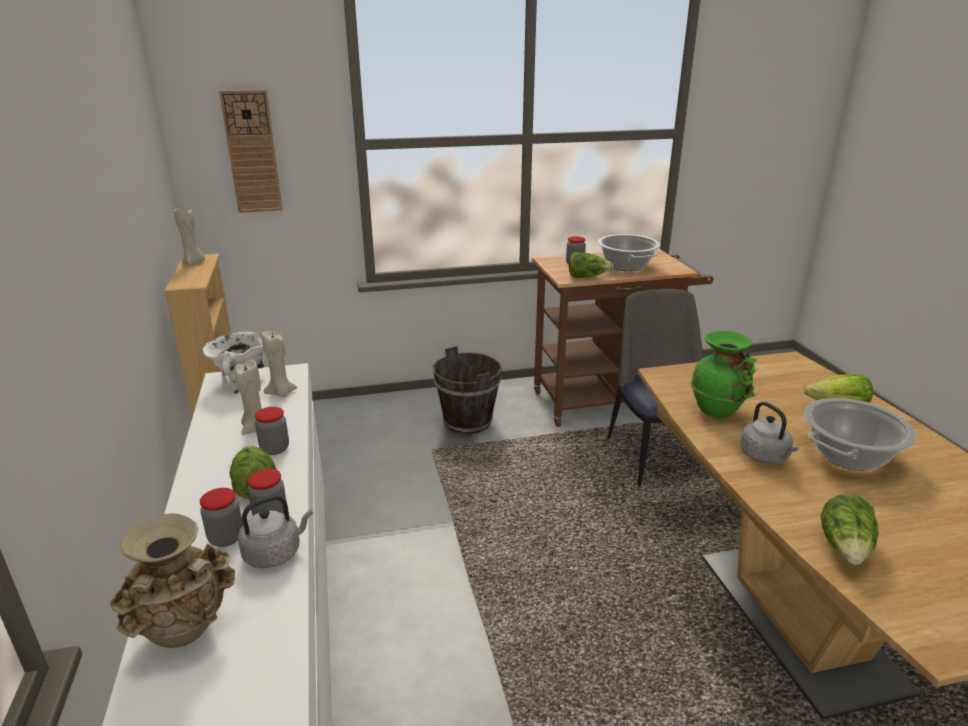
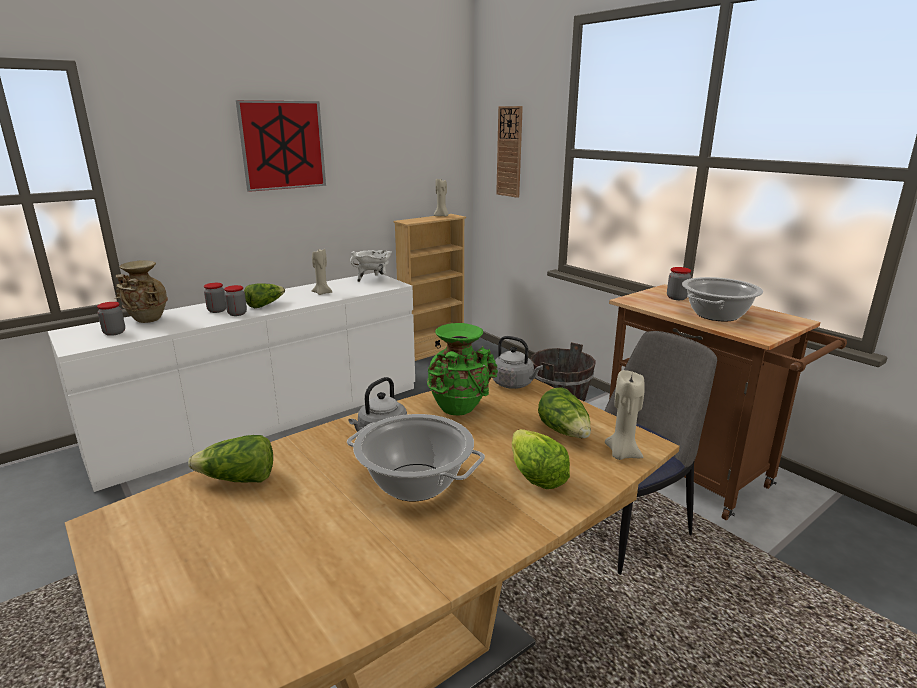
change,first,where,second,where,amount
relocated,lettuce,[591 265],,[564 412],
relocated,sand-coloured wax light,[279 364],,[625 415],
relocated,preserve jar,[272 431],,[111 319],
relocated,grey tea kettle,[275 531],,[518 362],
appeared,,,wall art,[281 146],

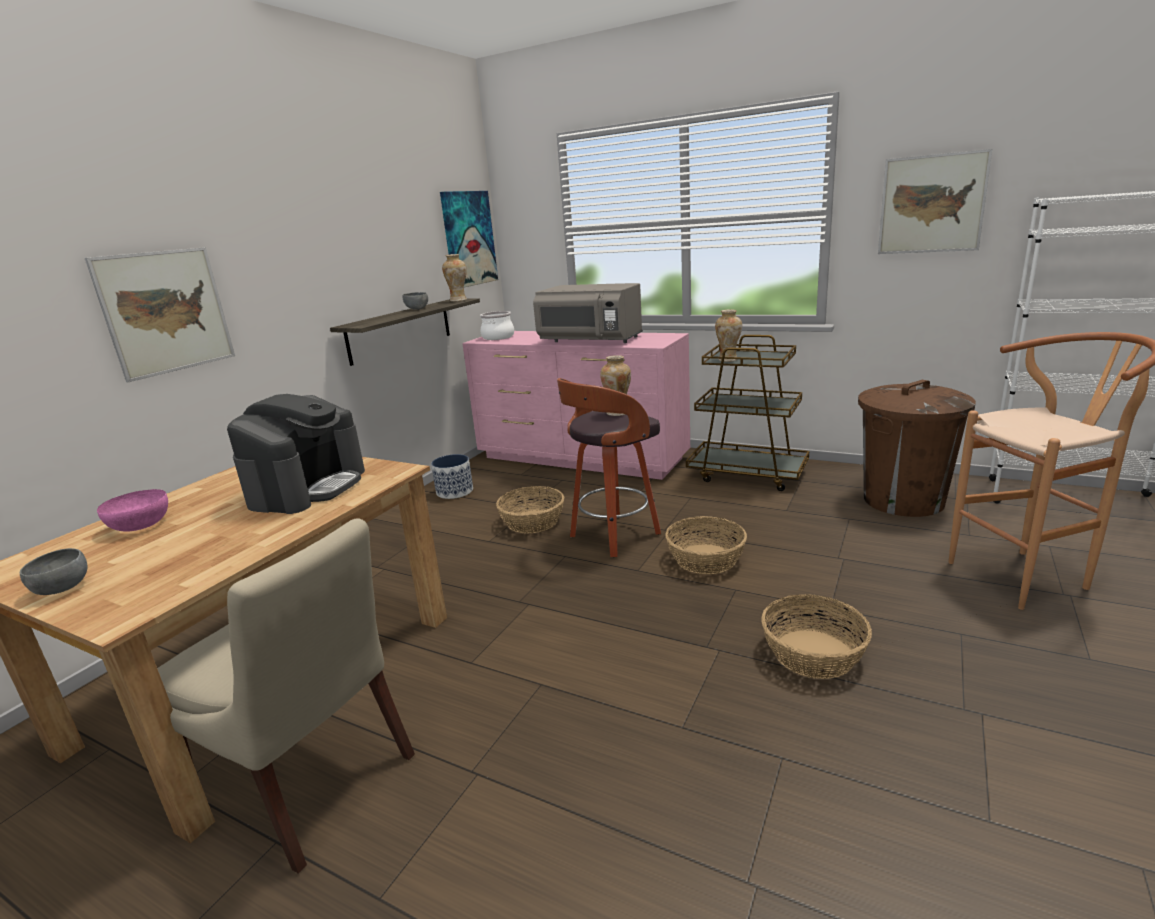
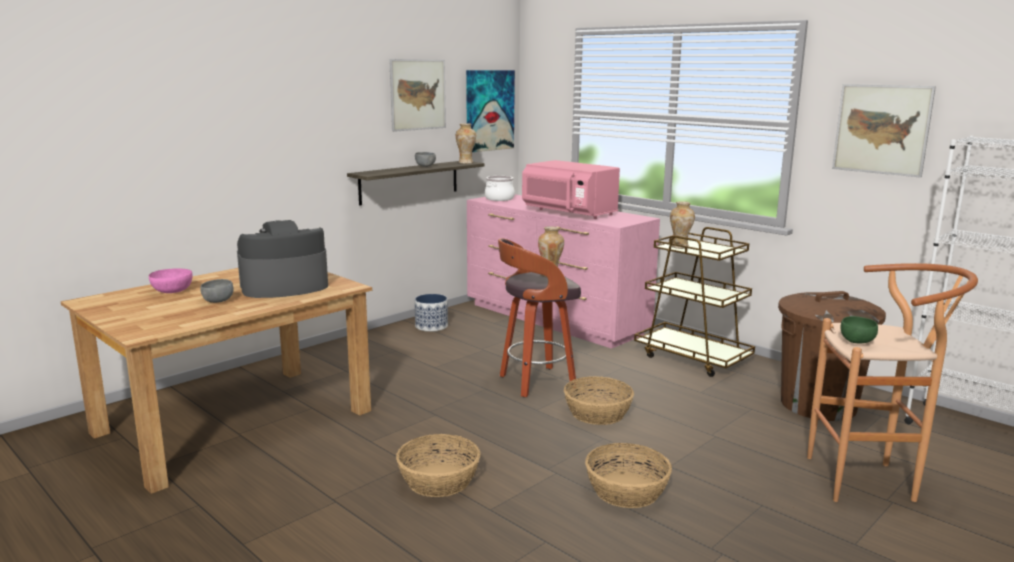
change,first,where,second,where,amount
relocated,wall art,[160 314],,[417 95],
colour,grey kitchen microwave,[588 313],pinkish kitchen microwave,[571 189],
spun,coffee machine,[296 454],,[282 259],150 degrees counterclockwise
relocated,storage basket,[530 509],,[438 465],
missing,sand-coloured plain chair,[286 696],,,
relocated,grey deep dish,[53 571],,[216 291],
appeared,,,greenish deep dish,[859 329],

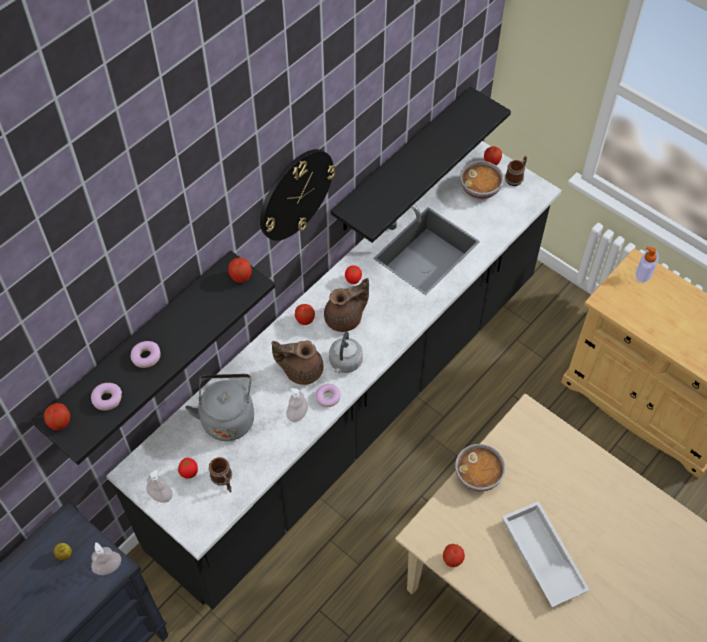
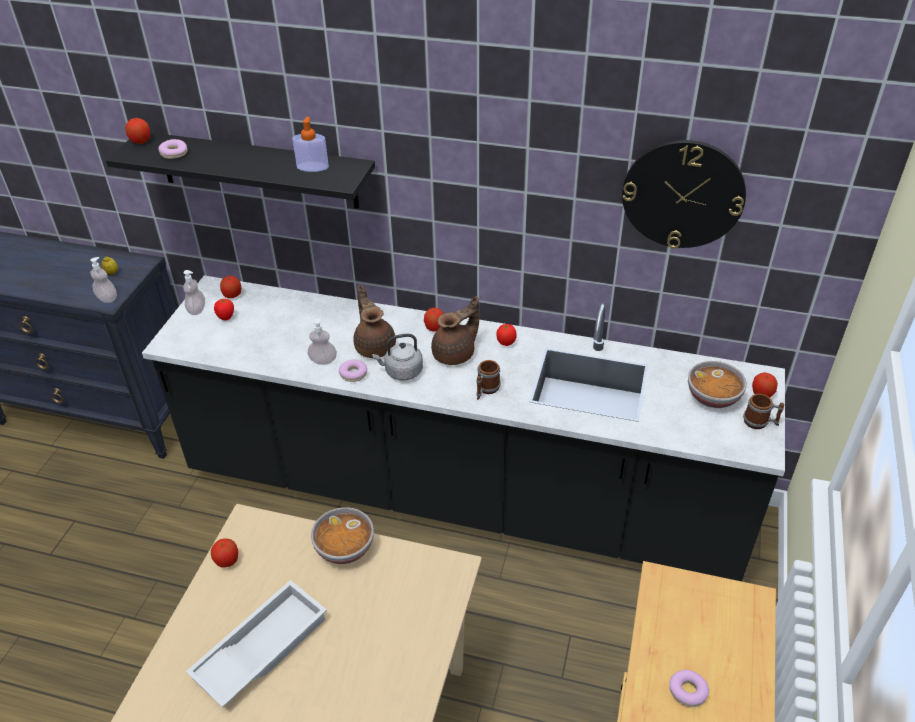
change,first,where,second,where,amount
missing,blackish bracket shelf,[421 165],,,
relocated,hanging clock,[298 195],,[684 194],
relocated,liquid soap bottle,[647 264],,[310 144],
relocated,apple fruit,[240 270],,[230 287],
spun,brown teapot,[346 305],,[455 330],75 degrees counterclockwise
relocated,donut,[146 354],,[689 688],
missing,grey tea kettle,[220 407],,,
relocated,tea mug,[220 474],,[488 380],

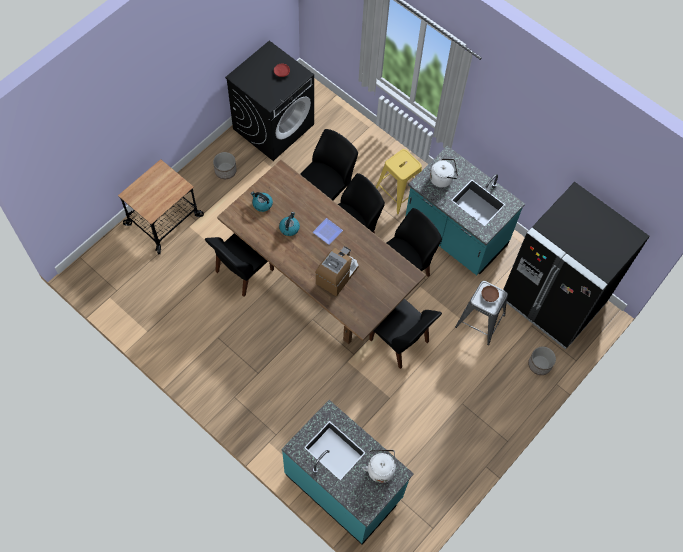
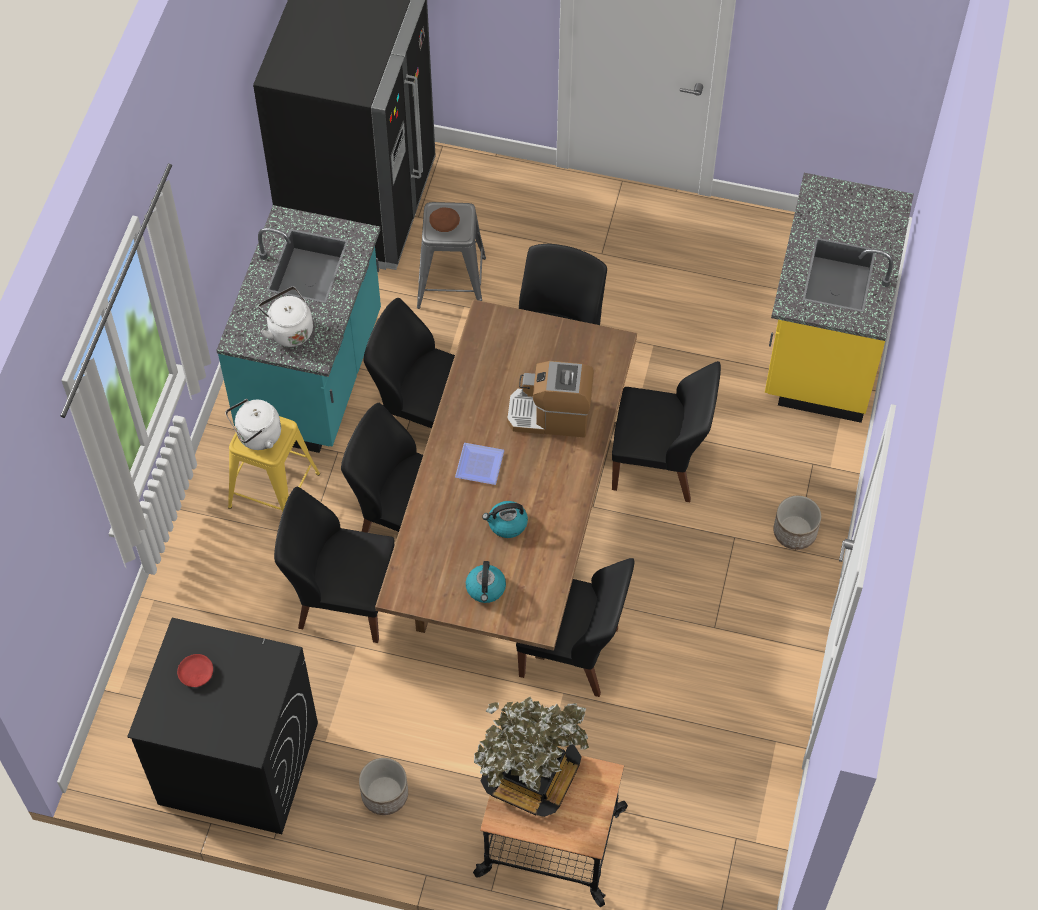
change,first,where,second,where,amount
relocated,plant pot,[542 361],,[797 523],
colour,turquoise-coloured counter,[347 472],yellow-coloured counter,[839 298],
relocated,white-coloured tea kettle,[379 466],,[253 424],
appeared,,,blackish plain chair,[666 431],
appeared,,,plant in a pot,[531 757],

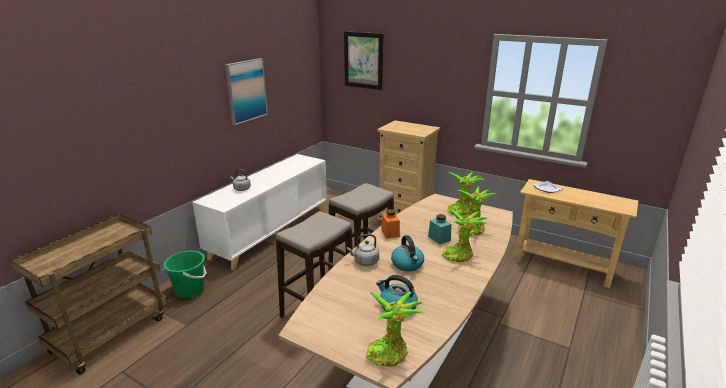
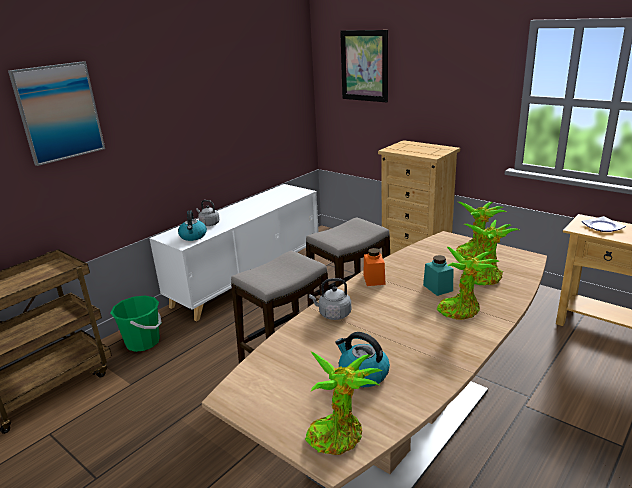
change,first,where,second,where,amount
relocated,wall art,[246 91],,[56 113],
relocated,tea kettle,[407 253],,[192 225],

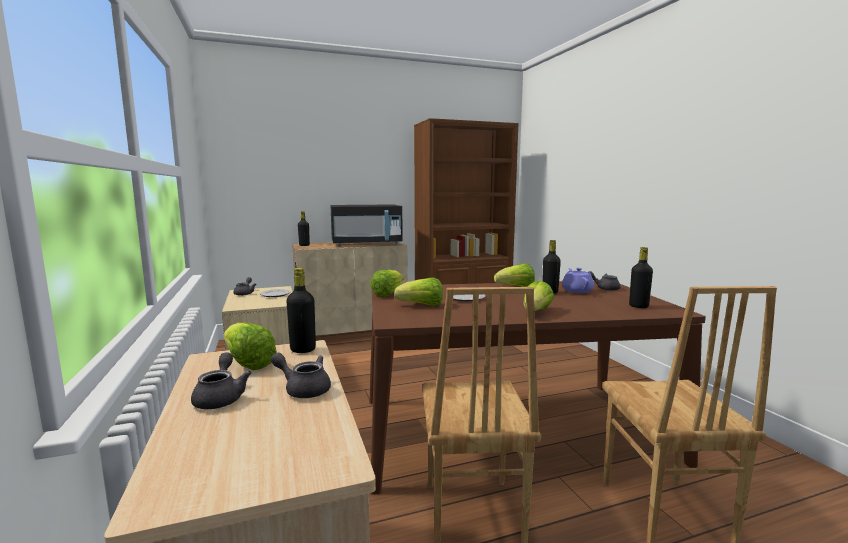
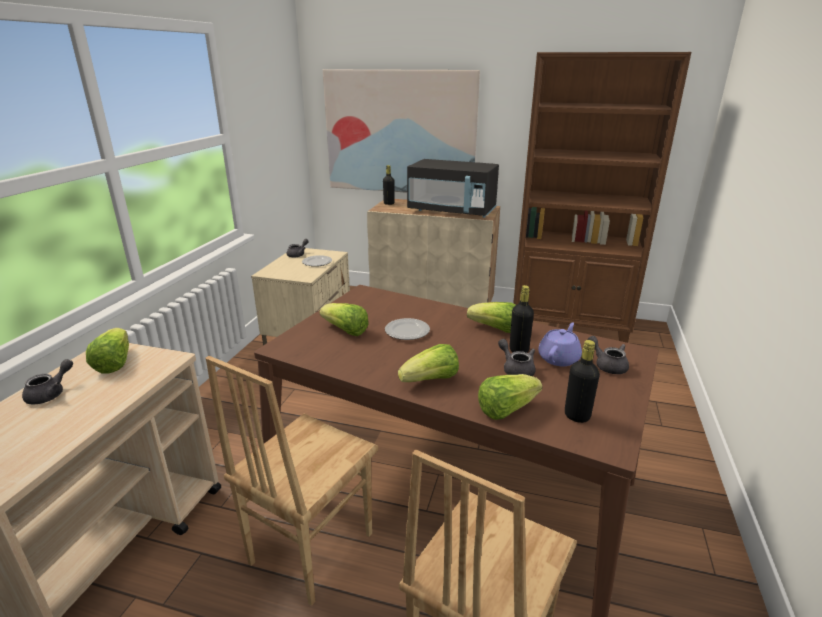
change,first,where,second,where,amount
missing,blackish drink bottle,[301 310],,,
relocated,lettuce,[387 283],,[510 397],
relocated,grey teapot,[301 375],,[517 357],
appeared,,,wall art,[401 131],

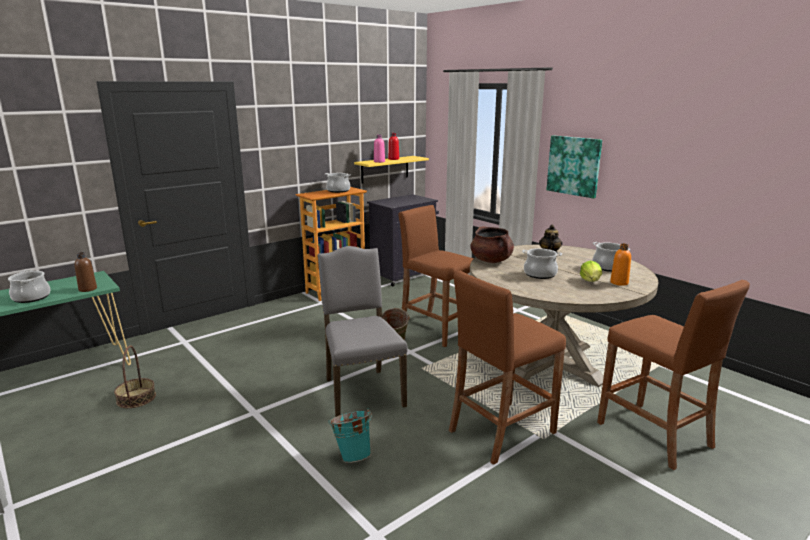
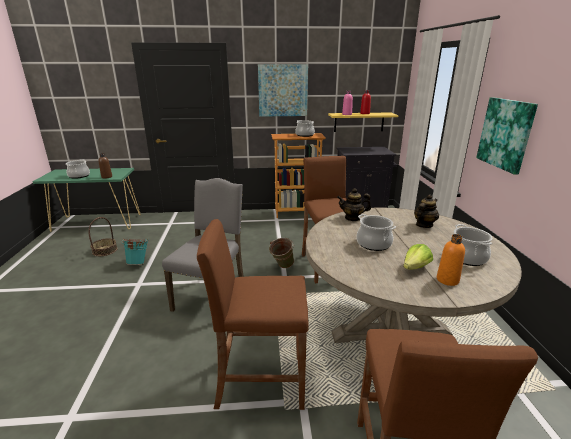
change,first,where,second,where,amount
exchanged,brown cooking pot,[492 245],teapot,[354 204],
relocated,turquoise-coloured water bucket,[350 436],,[135 251],
appeared,,,wall art,[283 90],

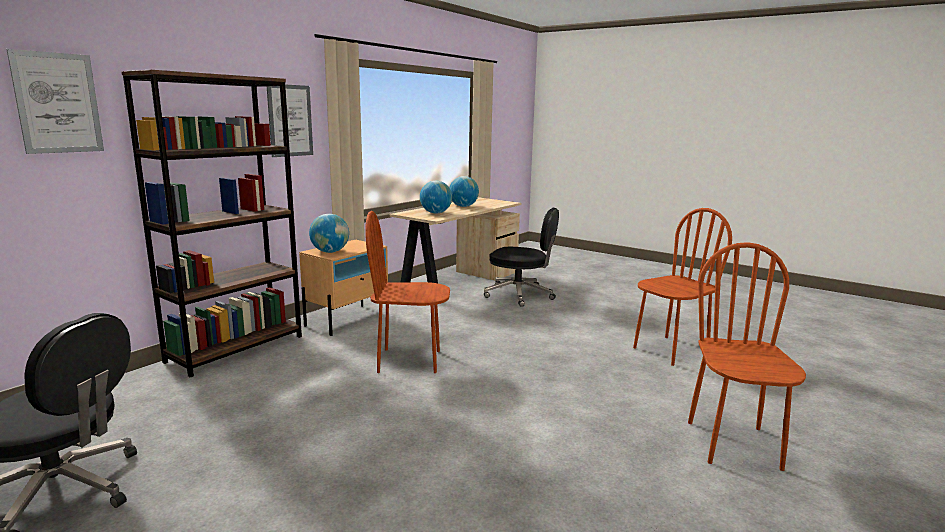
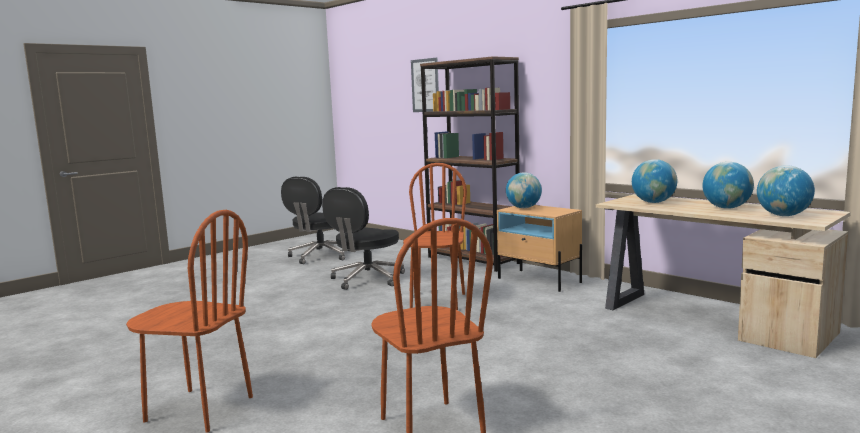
change,first,where,second,where,amount
missing,wall art,[290 120],,,
relocated,blackish computer chair,[521 257],,[363 238],
appeared,,,desk globe,[786 190],

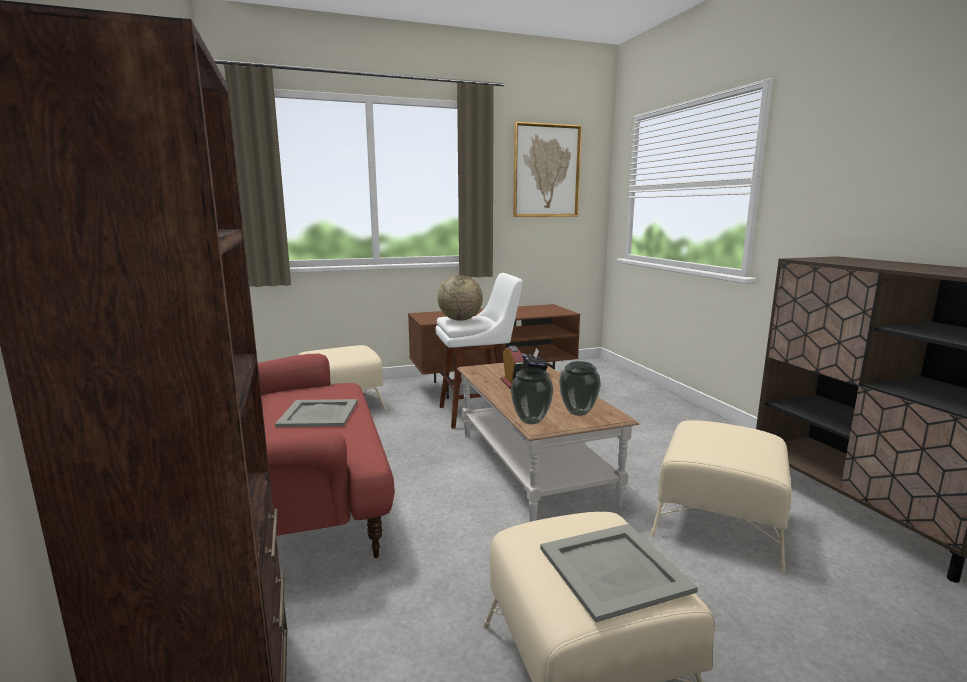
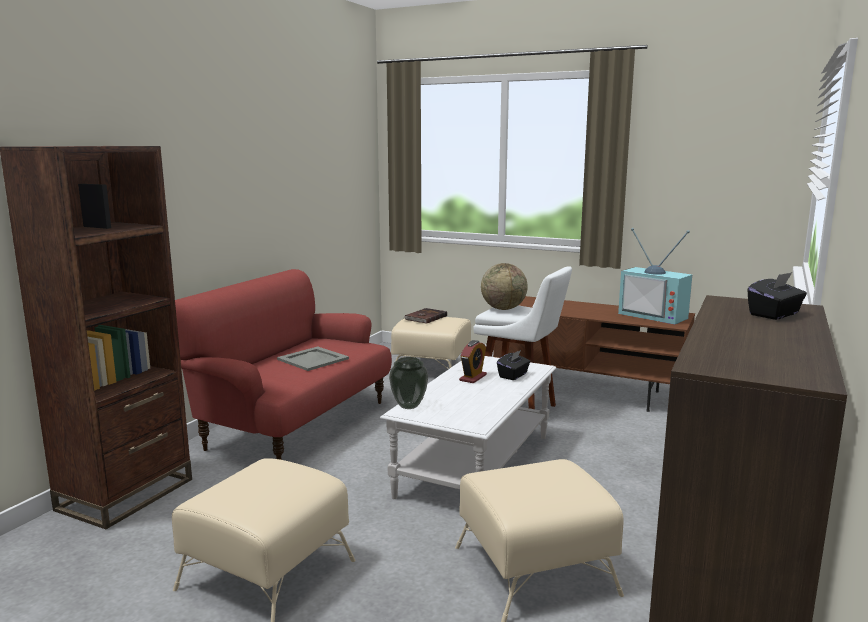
change,first,where,second,where,amount
missing,wall art,[547 169],,,
missing,vase,[580 388],,,
colour,brown low table,[548 442],white-coloured low table,[468 427],
missing,grey serving tray,[619 573],,,
appeared,,,television,[655 276],
appeared,,,blackish tissue box,[777 296],
appeared,,,brown bound book,[425 316],

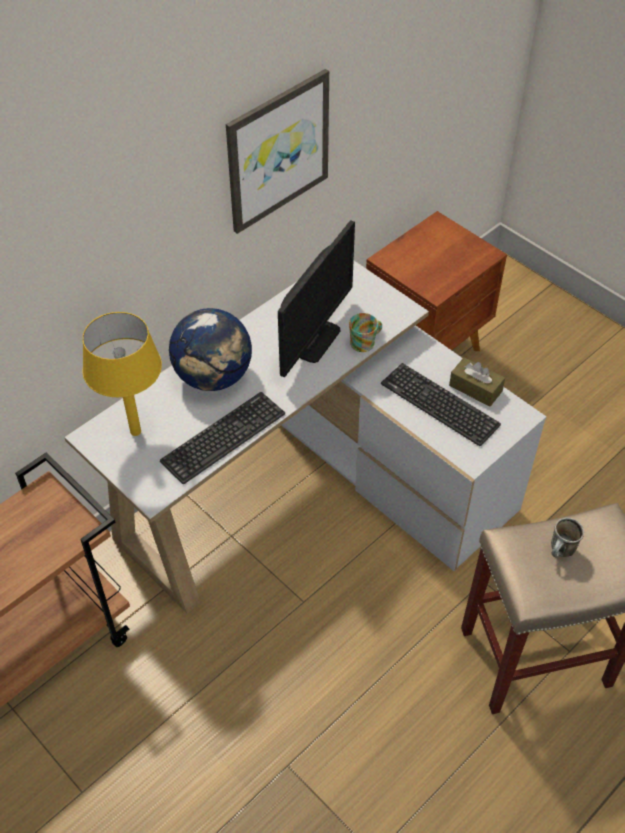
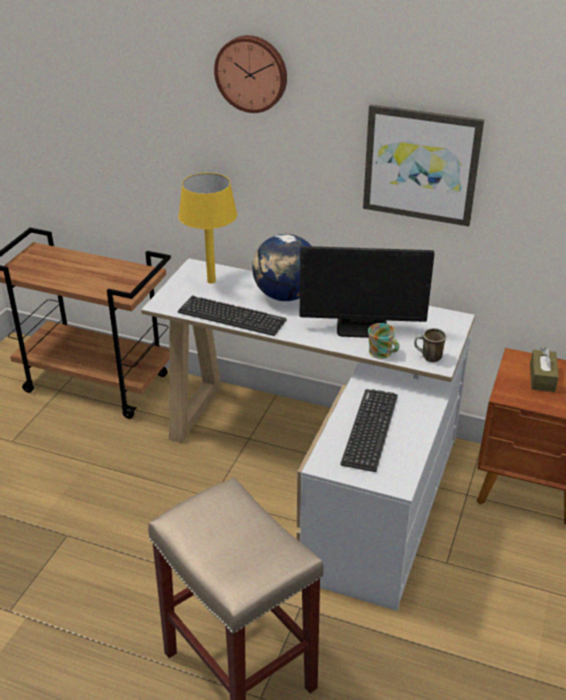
change,first,where,second,where,amount
relocated,brown tissue box,[477 382],,[544 369],
relocated,tea mug,[567 537],,[430 345],
appeared,,,hanging clock,[250 74],

